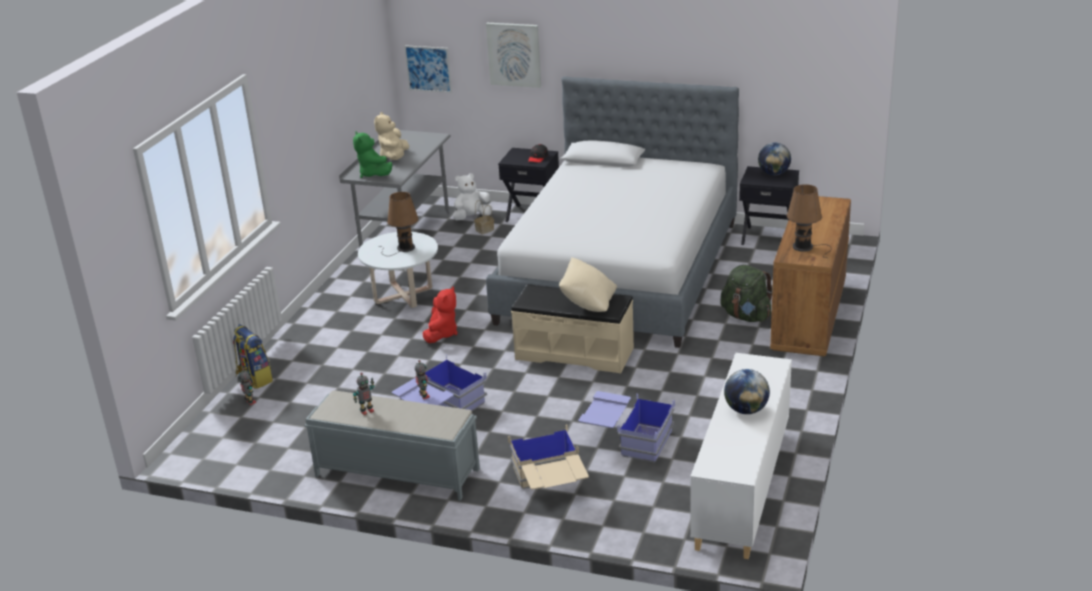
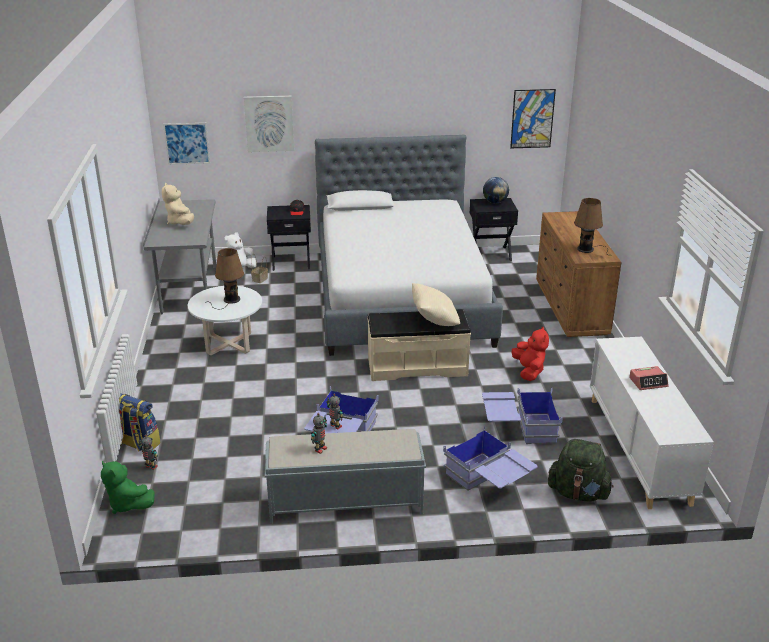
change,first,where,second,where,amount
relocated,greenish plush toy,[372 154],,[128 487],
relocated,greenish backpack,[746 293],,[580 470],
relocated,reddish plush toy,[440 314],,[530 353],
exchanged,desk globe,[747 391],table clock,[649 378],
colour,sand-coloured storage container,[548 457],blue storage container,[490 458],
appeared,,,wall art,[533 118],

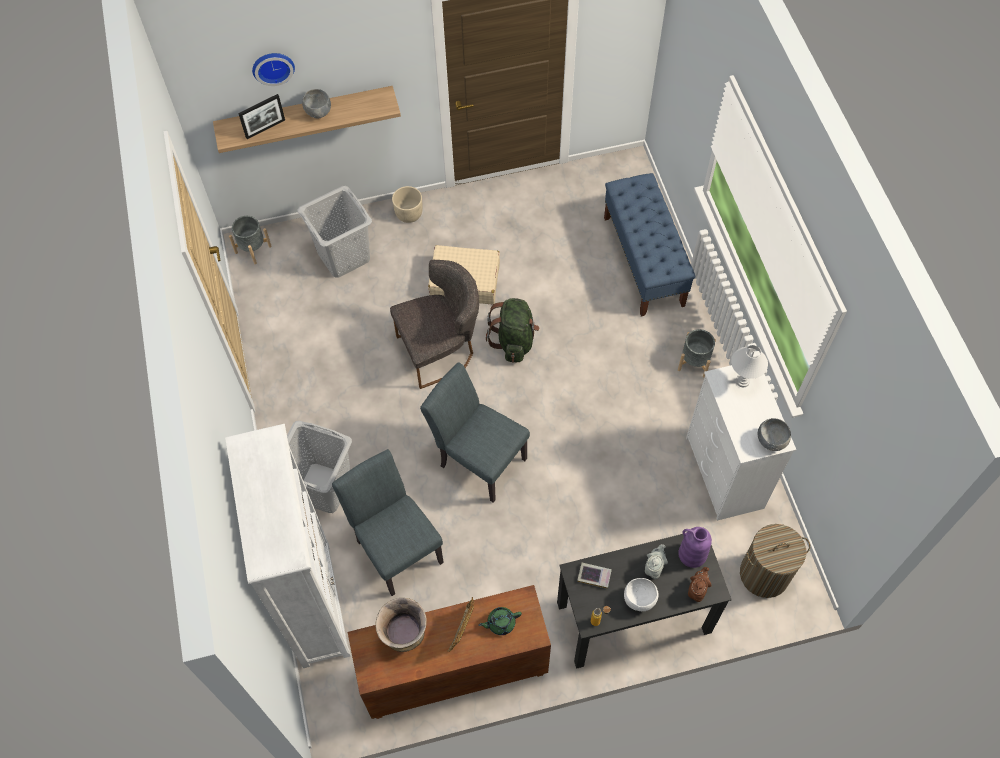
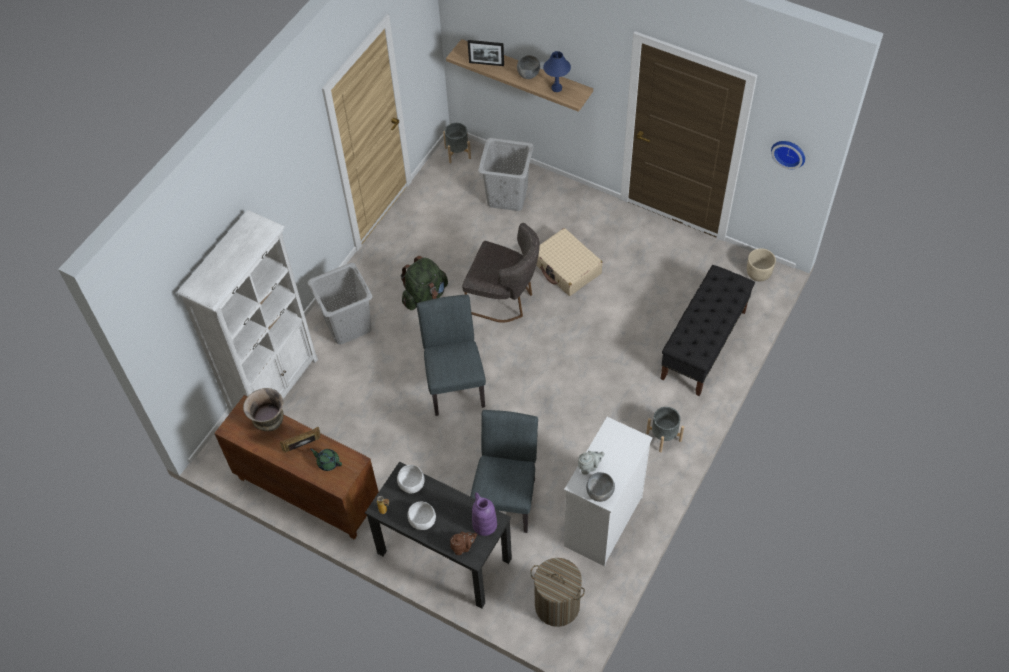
change,first,where,second,where,amount
relocated,hanging clock,[273 69],,[788 155],
colour,blue indoor bench,[649 245],blackish indoor bench,[707 330],
relocated,sand-coloured plant pot,[407 204],,[761 264],
relocated,greenish backpack,[513 330],,[424 283],
missing,white-coloured tabletop lamp,[749 366],,,
relocated,grey plain chair,[388 522],,[504 471],
relocated,grey teapot,[656 561],,[591 463],
exchanged,bound book,[594 576],white-coloured deep dish,[410 479],
appeared,,,blue tabletop lamp,[557 71],

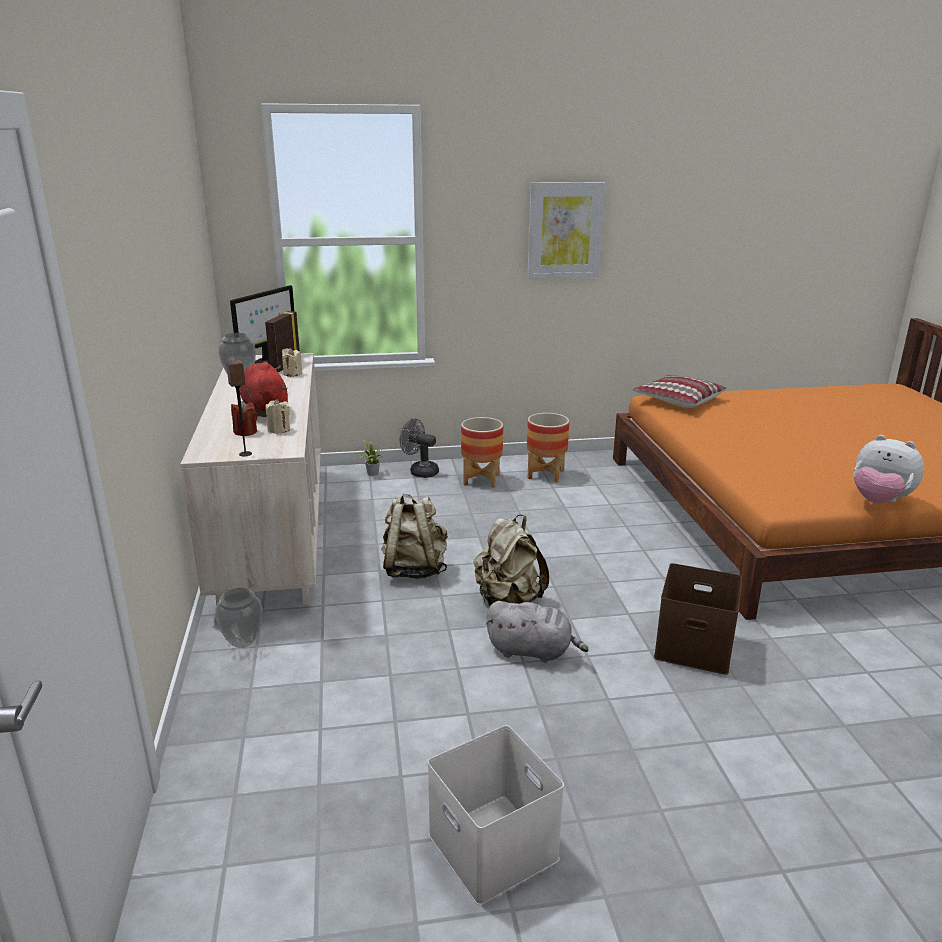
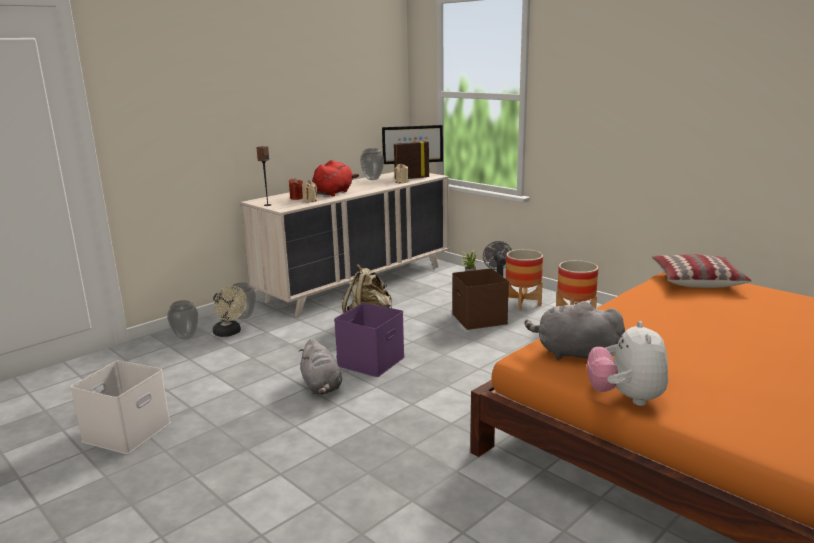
change,first,where,second,where,amount
missing,wall art,[566 230],,,
exchanged,sand-coloured backpack,[511 560],purple-coloured storage container,[369 340],
relocated,brown storage container,[698 619],,[480 299],
appeared,,,sand-coloured electric fan,[230 311],
appeared,,,vase,[182 320],
appeared,,,grey plush toy,[575 330],

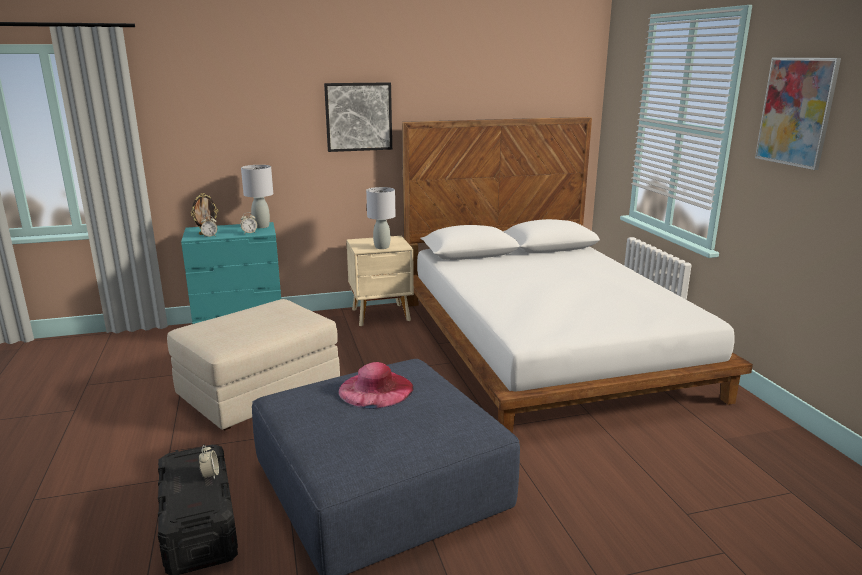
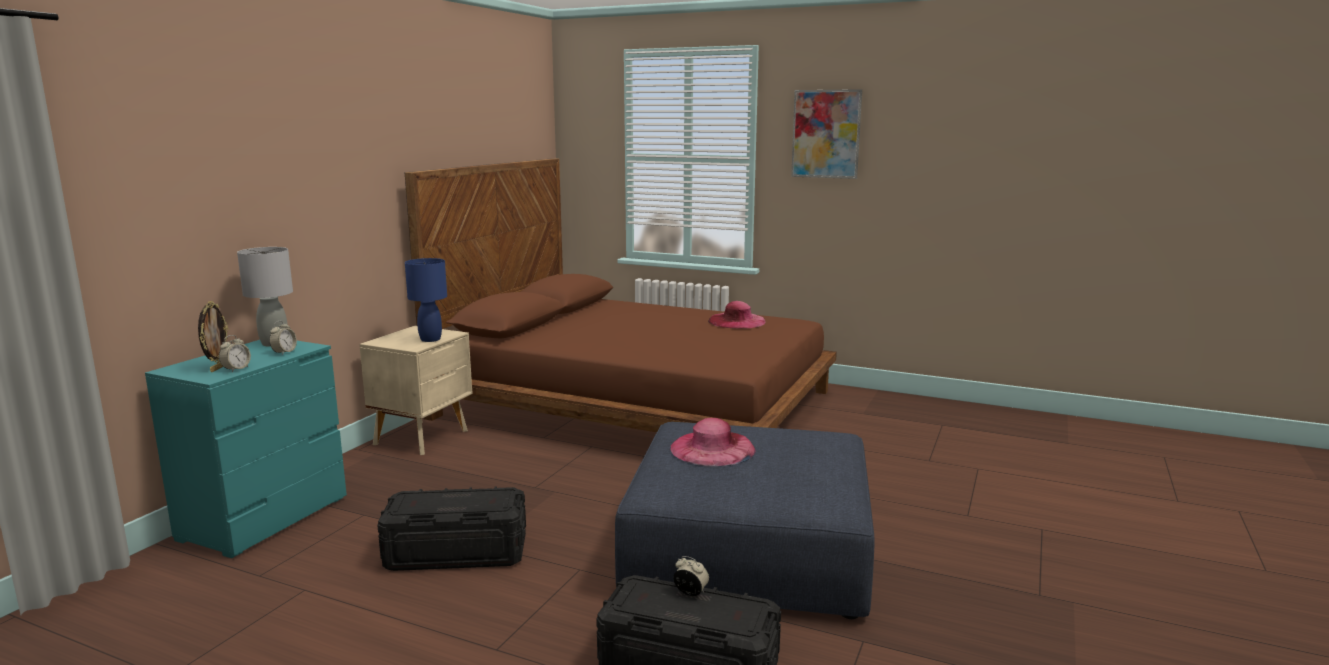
change,first,where,second,where,amount
missing,wall art,[358 117],,,
colour,white-coloured bedroom bed,[577 275],brown bedroom bed,[621 295],
colour,grey tabletop lamp,[381 218],blue tabletop lamp,[426 300],
exchanged,sand-coloured ottoman,[253 364],blackish storage container,[451 529],
appeared,,,pinkish wearable hat,[736 315],

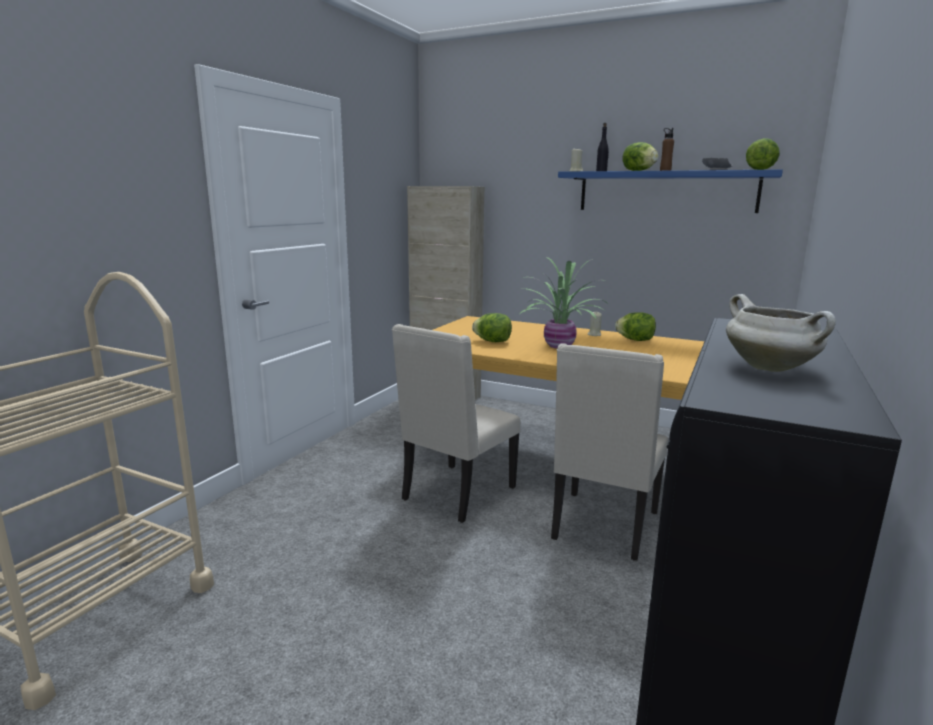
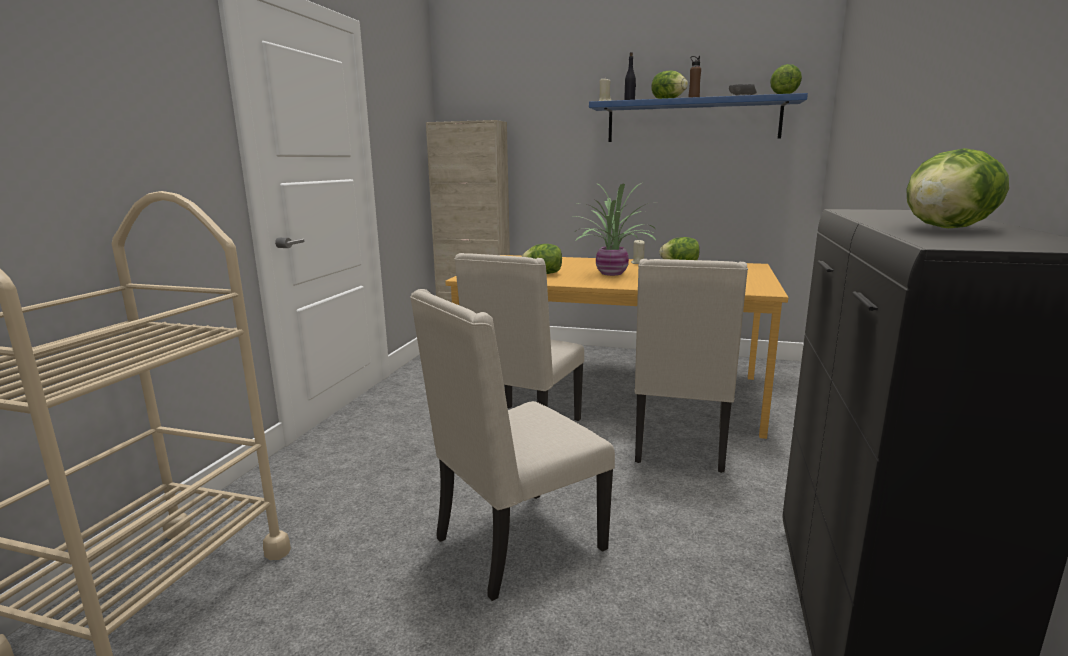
change,first,where,second,where,amount
exchanged,white-coloured cooking pot,[781 333],lettuce,[957 188],
appeared,,,sand-coloured plain chair,[512 445],

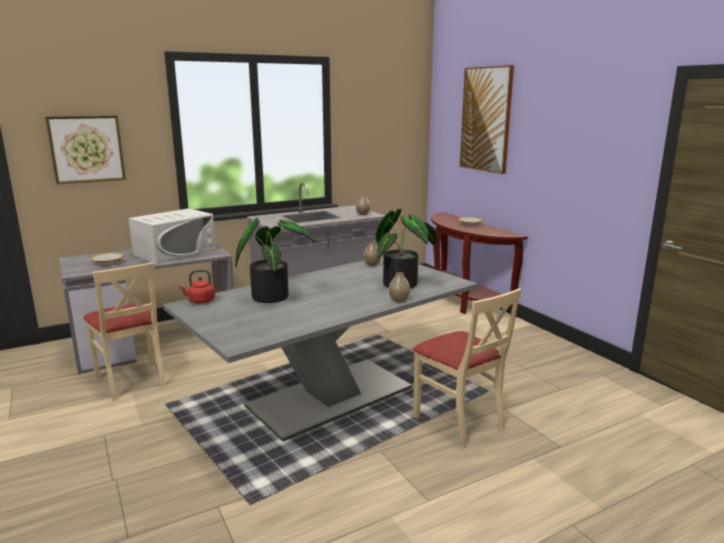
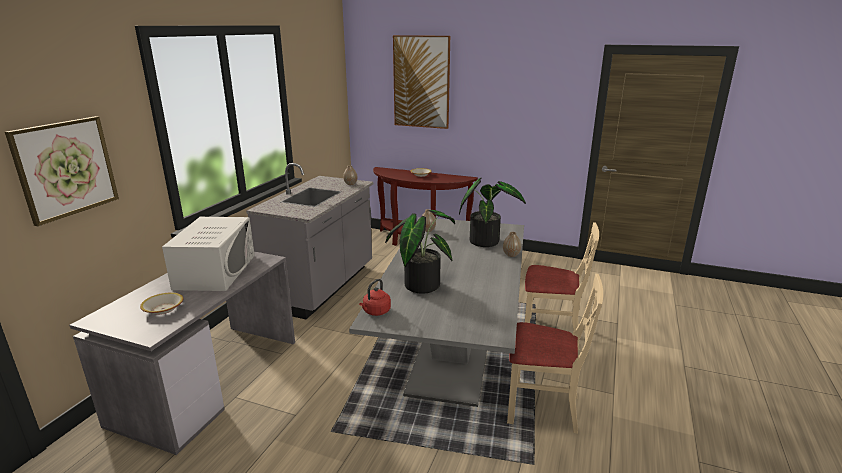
change,first,where,second,where,amount
relocated,sand-coloured plain chair,[125 331],,[555 354],

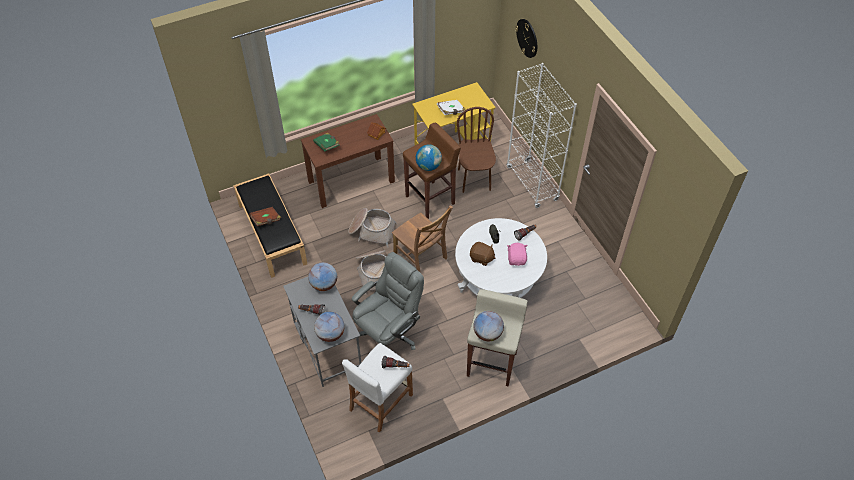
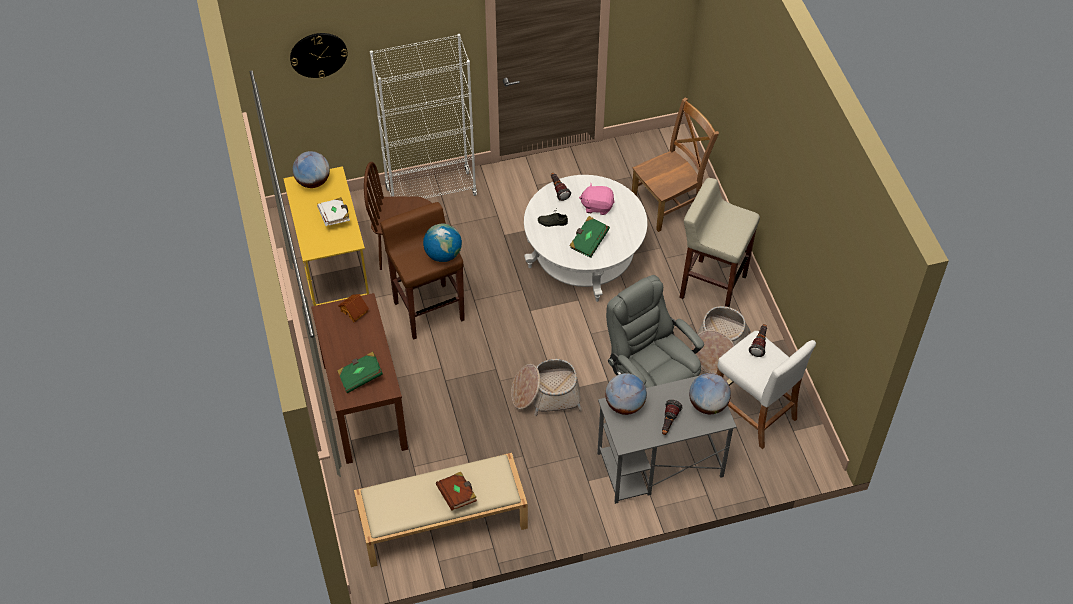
change,first,where,second,where,amount
colour,blackish indoor bench,[270 226],sand-coloured indoor bench,[441 510],
relocated,brown plain chair,[422 239],,[675 164],
relocated,storage basket,[372 228],,[721 340],
exchanged,brown plush toy,[482 254],greenish bound book,[589 237],
relocated,desk globe,[488 326],,[311 169],

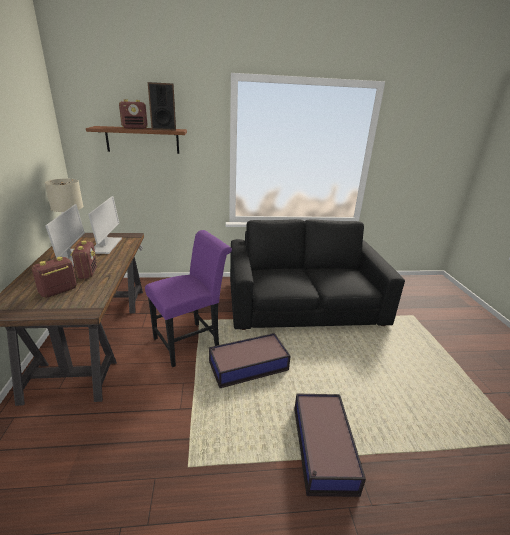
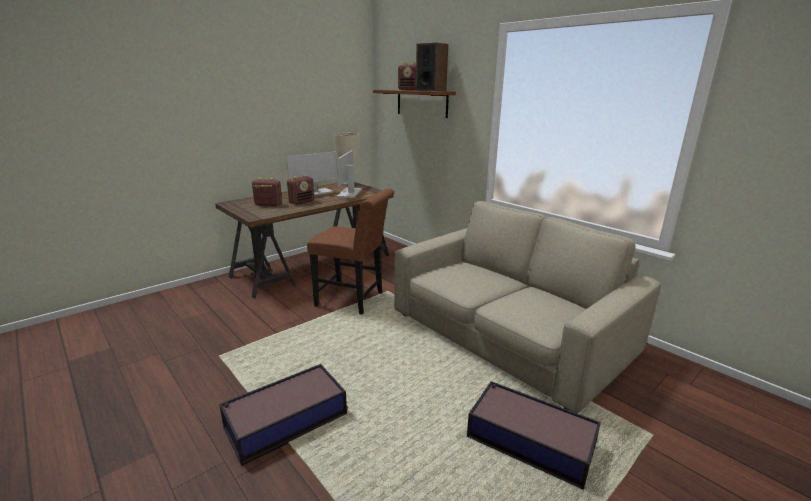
change,first,where,second,where,amount
spun,computer screen,[105 225],,[349 174],135 degrees clockwise
colour,blackish couch,[317 274],sand-coloured couch,[527 307],
colour,purple-coloured plain chair,[188 298],brown plain chair,[350 251],
relocated,storage container,[250 360],,[534 435],

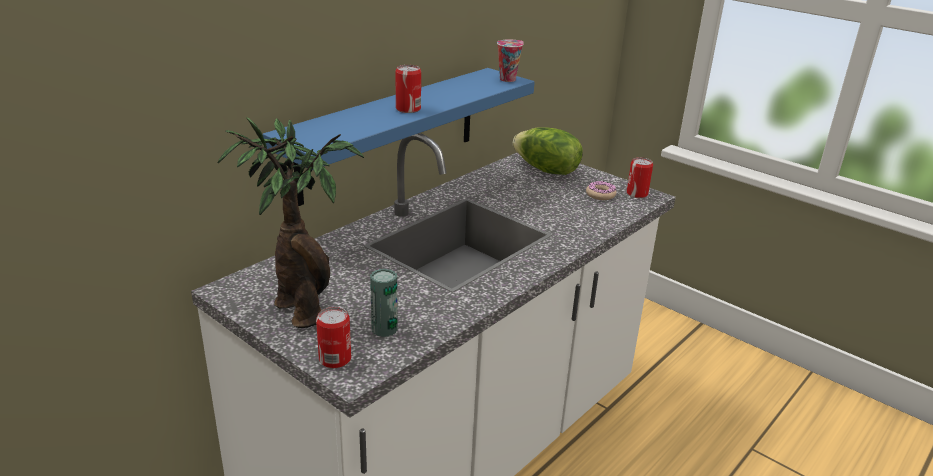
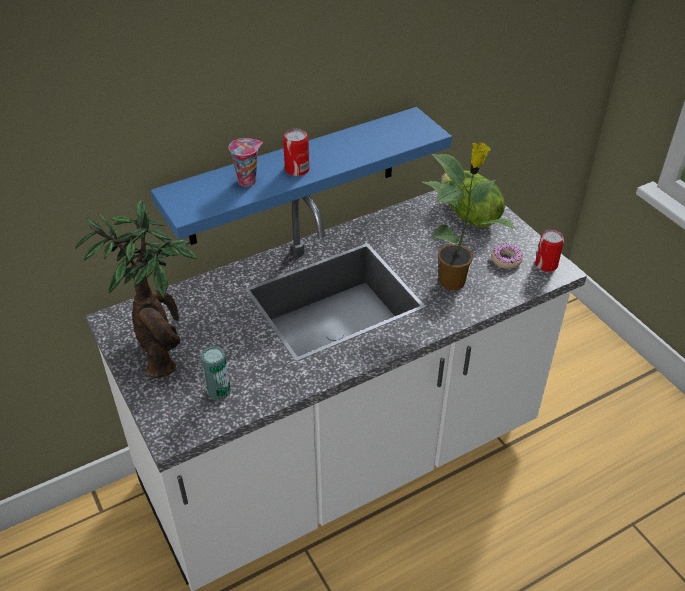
change,first,where,second,where,amount
relocated,drinking cup,[510 60],,[246 162],
missing,sealed can,[333 337],,,
appeared,,,plant in a pot,[468 216],

